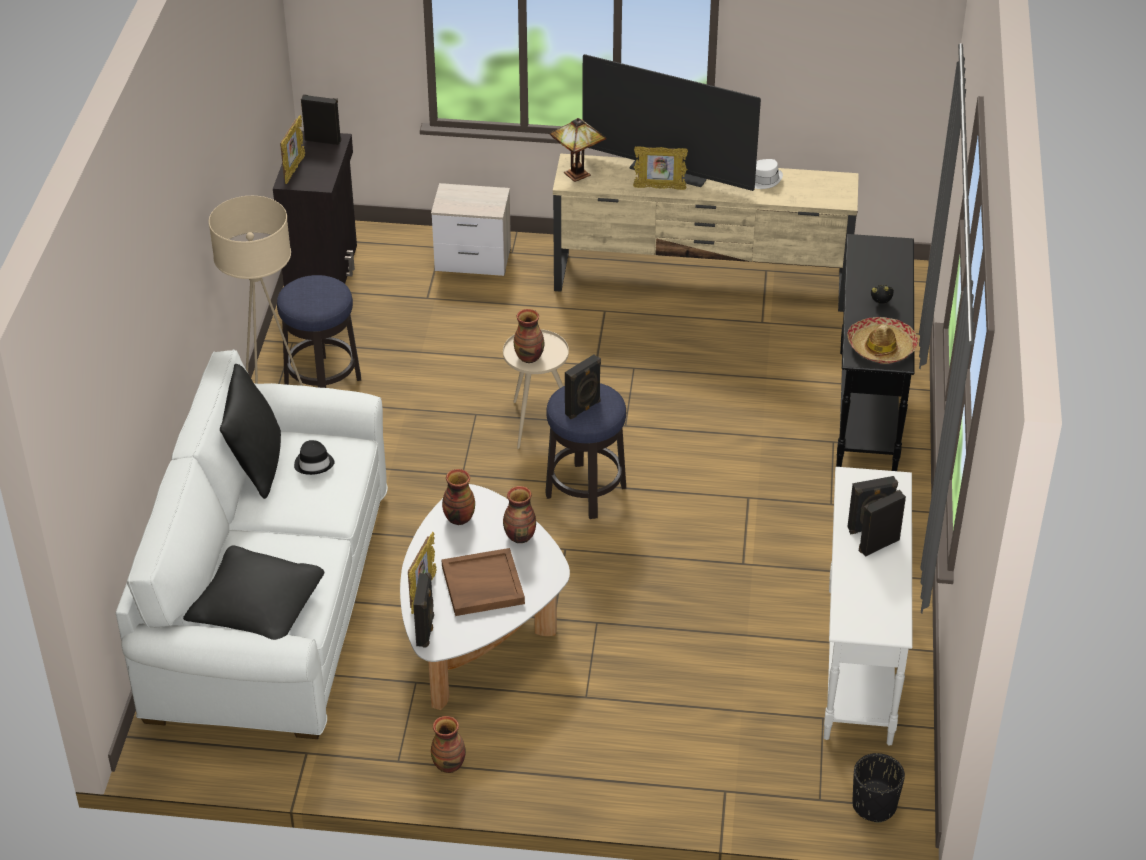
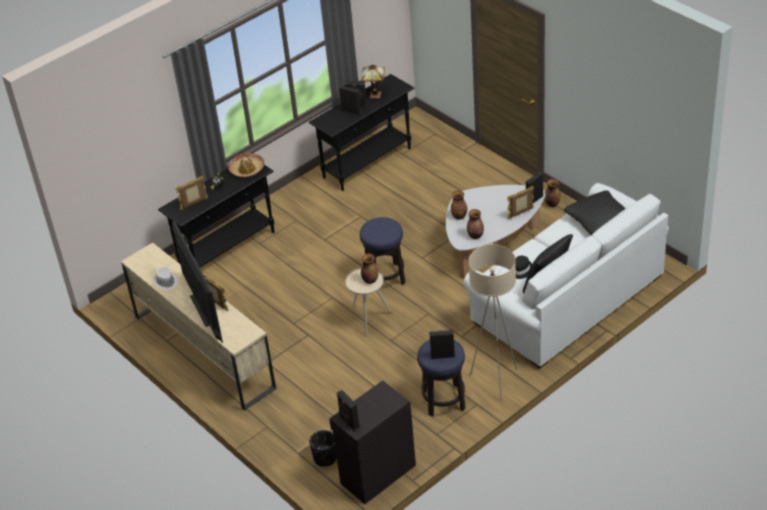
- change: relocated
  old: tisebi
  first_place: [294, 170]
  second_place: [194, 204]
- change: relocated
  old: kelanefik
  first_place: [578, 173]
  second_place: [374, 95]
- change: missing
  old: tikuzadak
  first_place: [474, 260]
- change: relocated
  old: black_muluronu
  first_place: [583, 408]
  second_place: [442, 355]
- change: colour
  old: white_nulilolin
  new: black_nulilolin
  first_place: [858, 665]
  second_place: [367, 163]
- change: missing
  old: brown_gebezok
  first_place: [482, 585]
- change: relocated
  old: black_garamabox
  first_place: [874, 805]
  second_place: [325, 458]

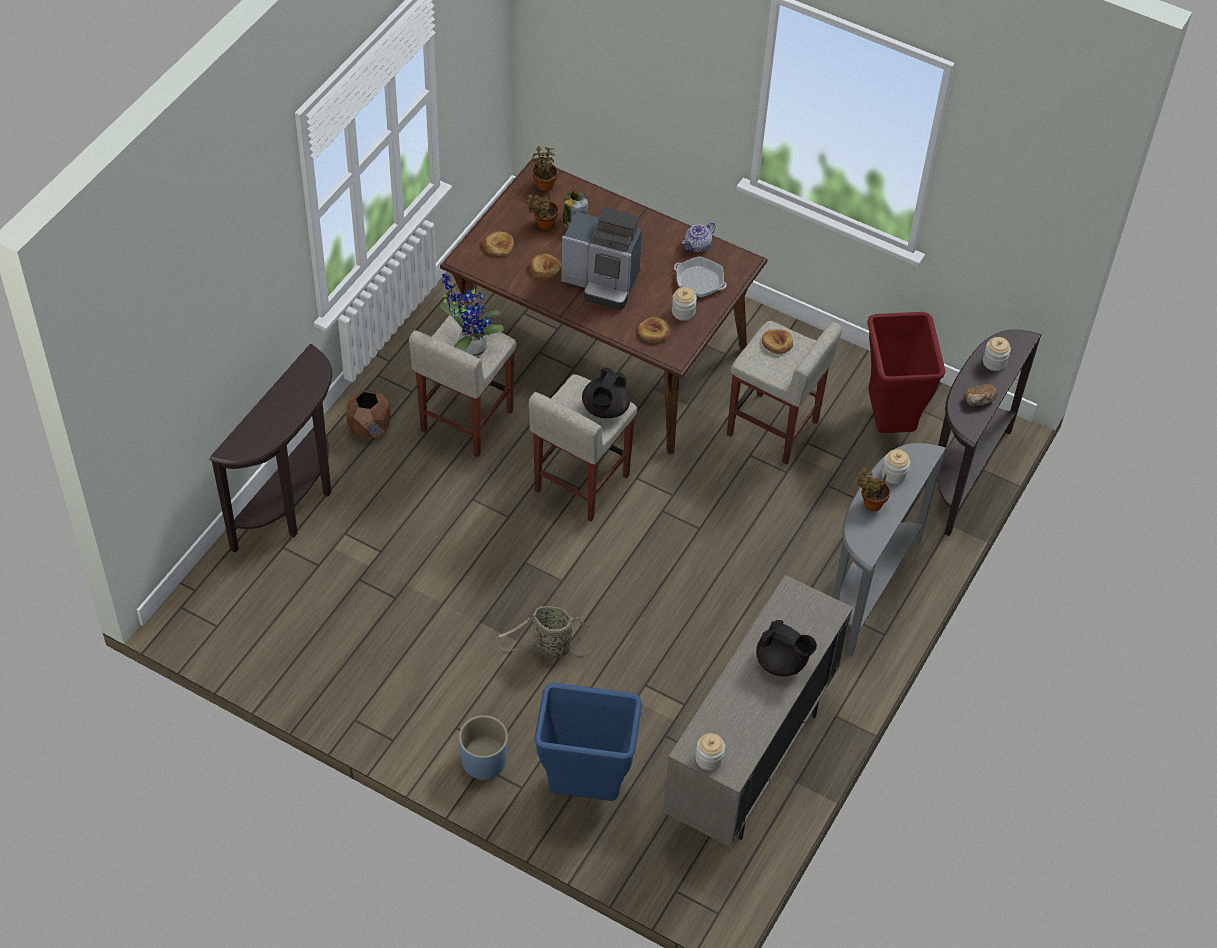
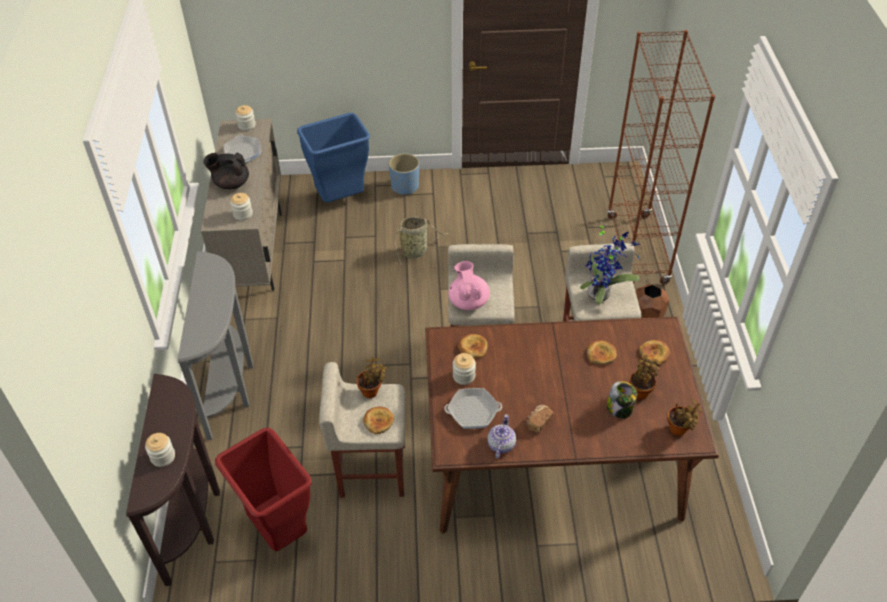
- change: missing
  old: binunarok
  first_place: [602, 282]
- change: exchanged
  old: brown_nulilolin
  new: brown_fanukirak
  first_place: [294, 504]
  second_place: [637, 250]
- change: colour
  old: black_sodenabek
  new: pink_sodenabek
  first_place: [605, 409]
  second_place: [468, 301]
- change: relocated
  old: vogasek
  first_place: [980, 400]
  second_place: [538, 422]
- change: relocated
  old: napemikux
  first_place: [894, 475]
  second_place: [243, 214]
- change: relocated
  old: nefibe
  first_place: [870, 504]
  second_place: [372, 391]
- change: appeared
  new: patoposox
  second_place: [243, 152]

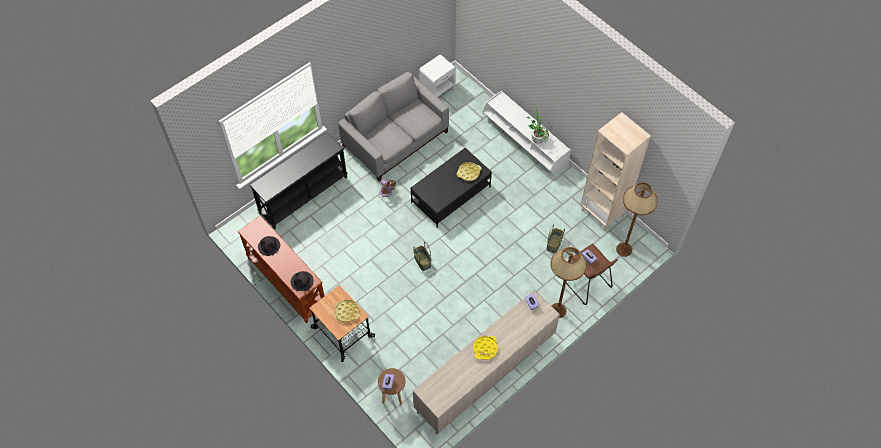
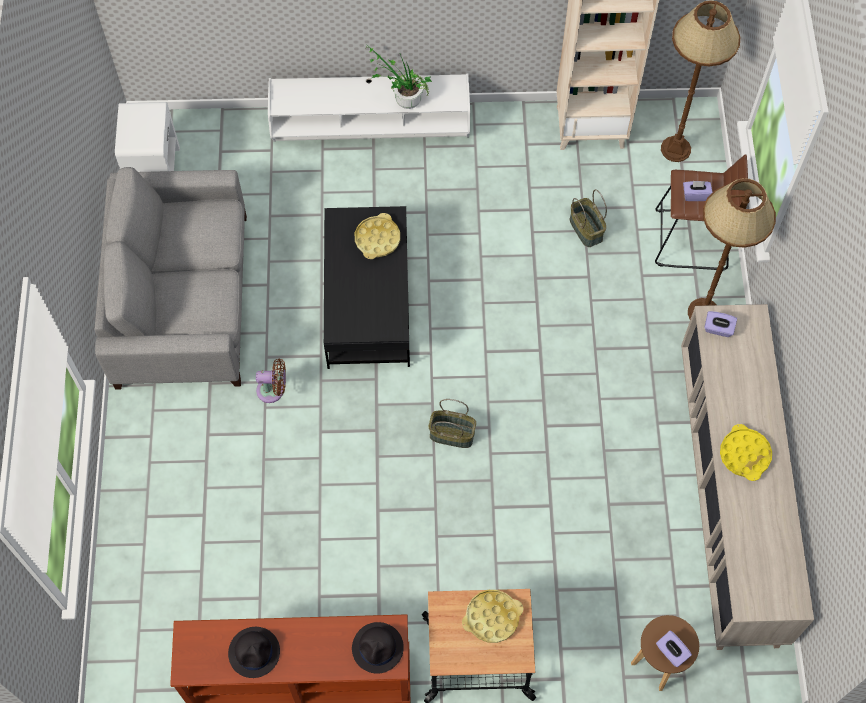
- change: missing
  old: black_nulilolin
  first_place: [303, 194]

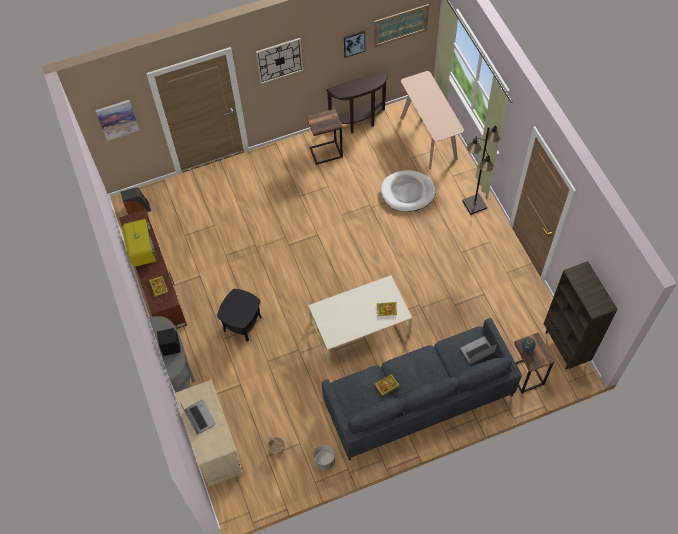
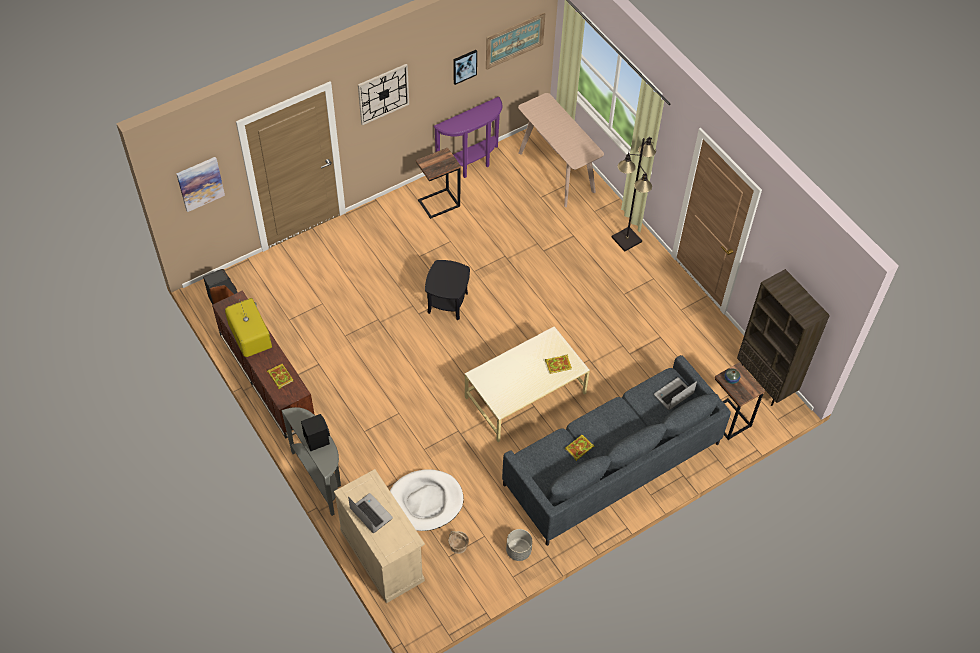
- change: colour
  old: brown_nulilolin
  new: purple_nulilolin
  first_place: [360, 123]
  second_place: [471, 165]
- change: relocated
  old: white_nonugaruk
  first_place: [407, 192]
  second_place: [426, 501]
- change: relocated
  old: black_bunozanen
  first_place: [242, 324]
  second_place: [447, 303]

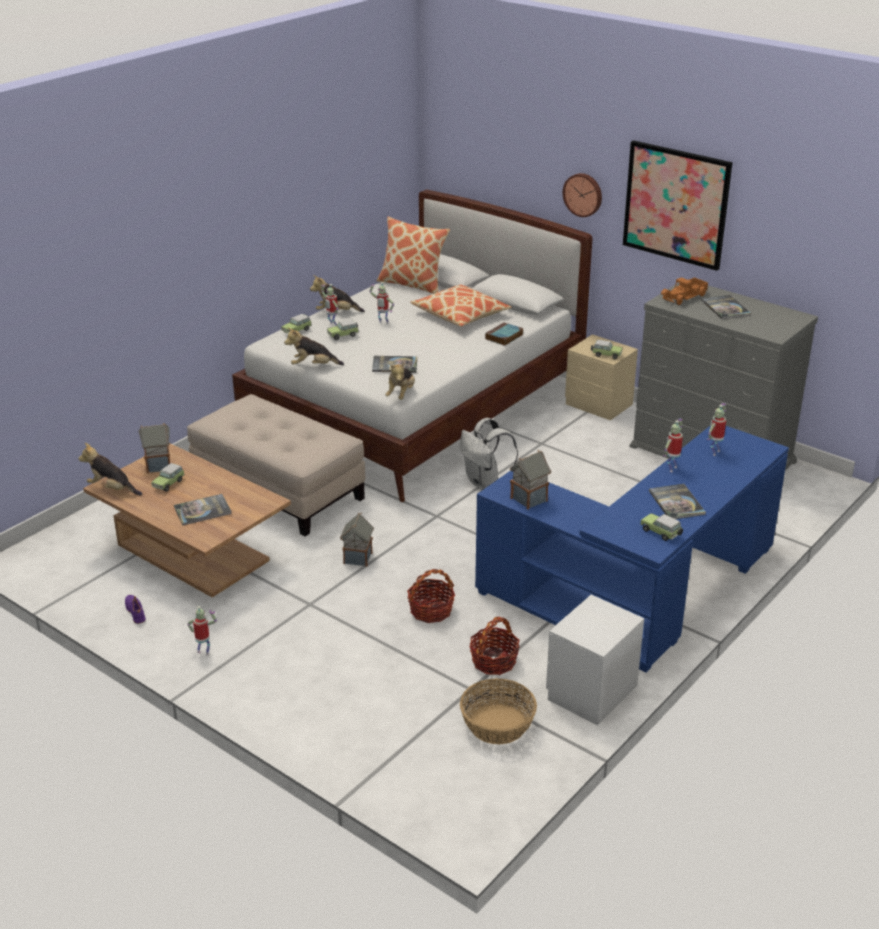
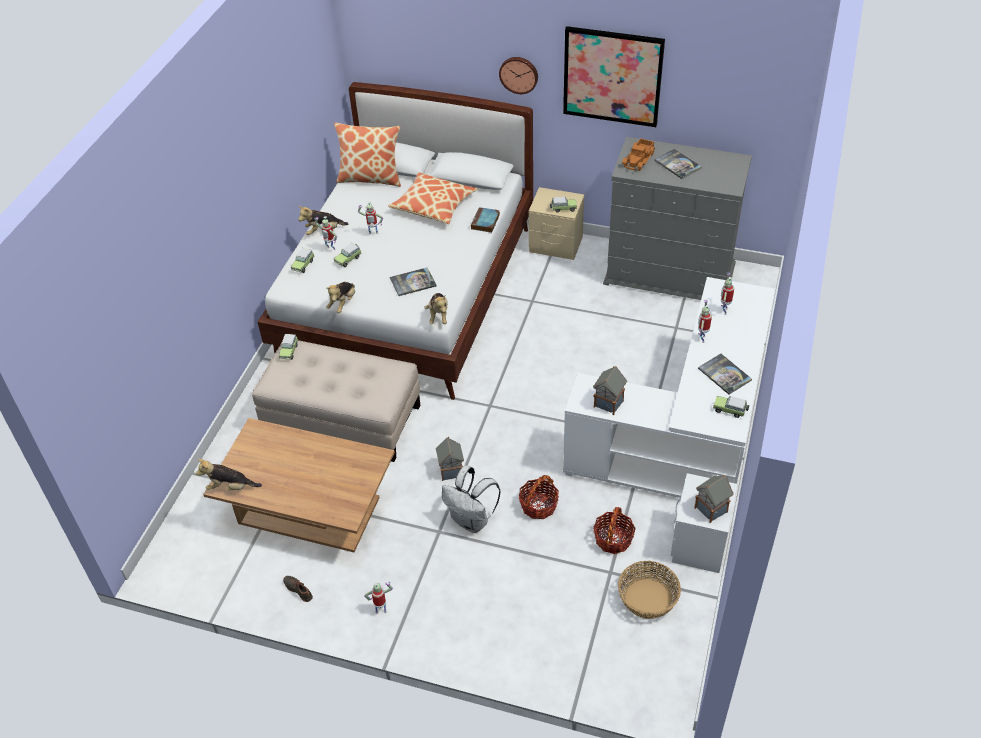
- change: spun
  old: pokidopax
  first_place: [313, 366]
  second_place: [343, 303]
  degrees: -45
- change: relocated
  old: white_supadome
  first_place: [485, 482]
  second_place: [472, 521]
- change: relocated
  old: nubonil
  first_place: [159, 465]
  second_place: [711, 509]
- change: colour
  old: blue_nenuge
  new: white_nenuge
  first_place: [640, 595]
  second_place: [687, 436]
- change: relocated
  old: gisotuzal
  first_place: [169, 483]
  second_place: [289, 351]
- change: missing
  old: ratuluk
  first_place: [202, 510]
- change: colour
  old: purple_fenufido
  new: black_fenufido
  first_place: [136, 612]
  second_place: [299, 589]

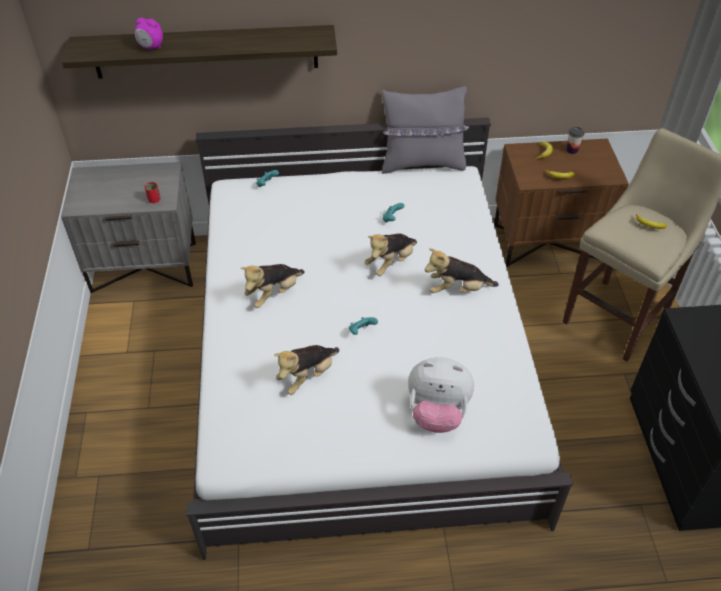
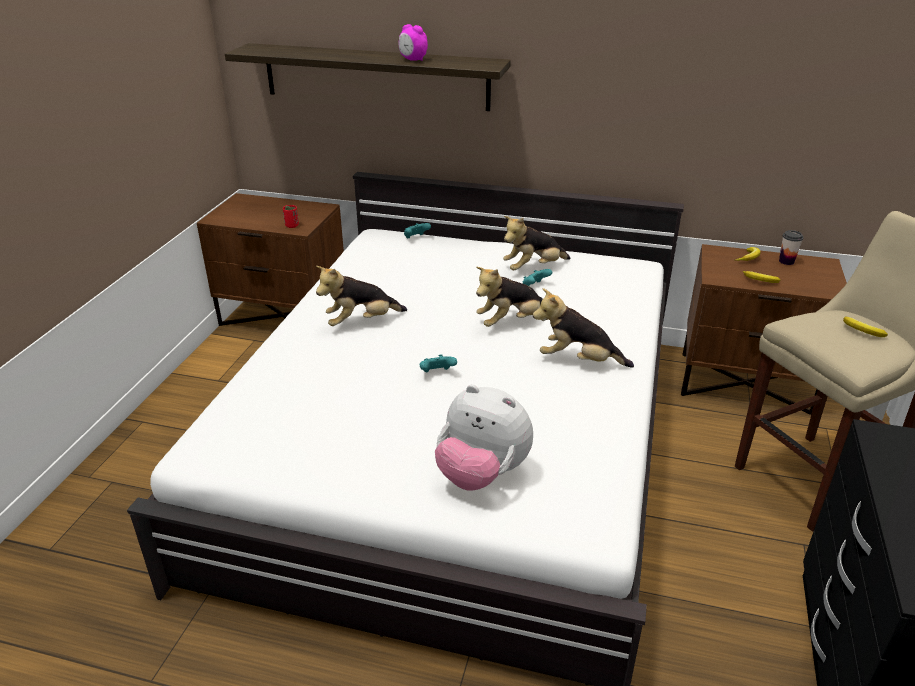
- change: relocated
  old: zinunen
  first_place: [151, 47]
  second_place: [413, 60]
- change: missing
  old: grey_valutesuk
  first_place: [422, 163]
- change: colour
  old: grey_tikuzadak
  new: brown_tikuzadak
  first_place: [144, 266]
  second_place: [284, 315]
- change: relocated
  old: pokidopax
  first_place: [307, 376]
  second_place: [533, 268]

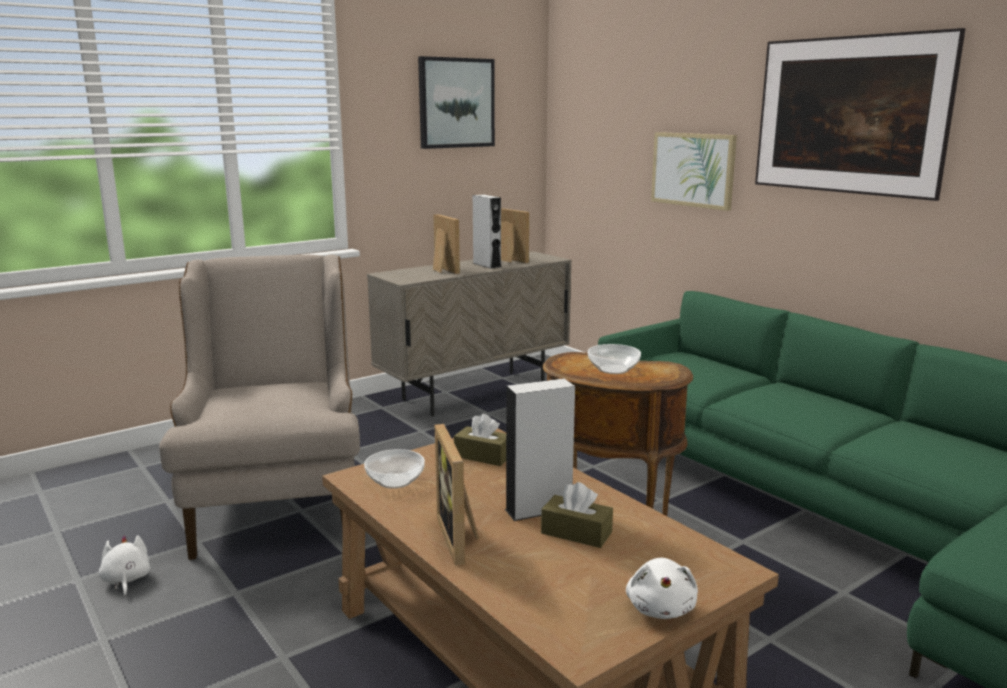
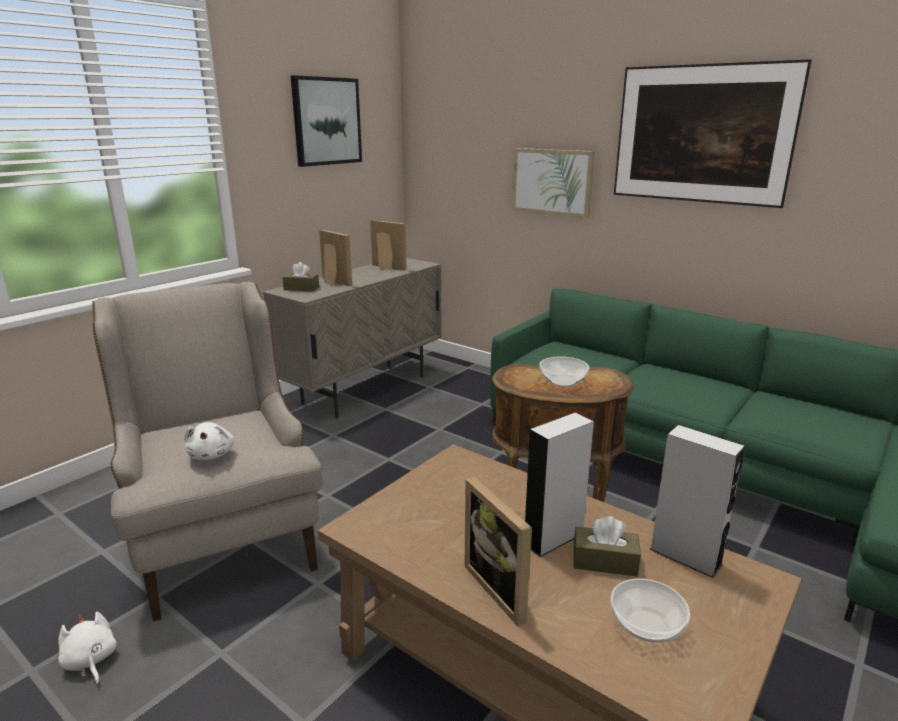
- change: relocated
  old: grey_muluronu
  first_place: [487, 265]
  second_place: [685, 556]
- change: relocated
  old: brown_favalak
  first_place: [483, 456]
  second_place: [301, 288]
- change: relocated
  old: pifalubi
  first_place: [394, 481]
  second_place: [645, 626]
- change: relocated
  old: white_pokidopax
  first_place: [661, 608]
  second_place: [212, 454]

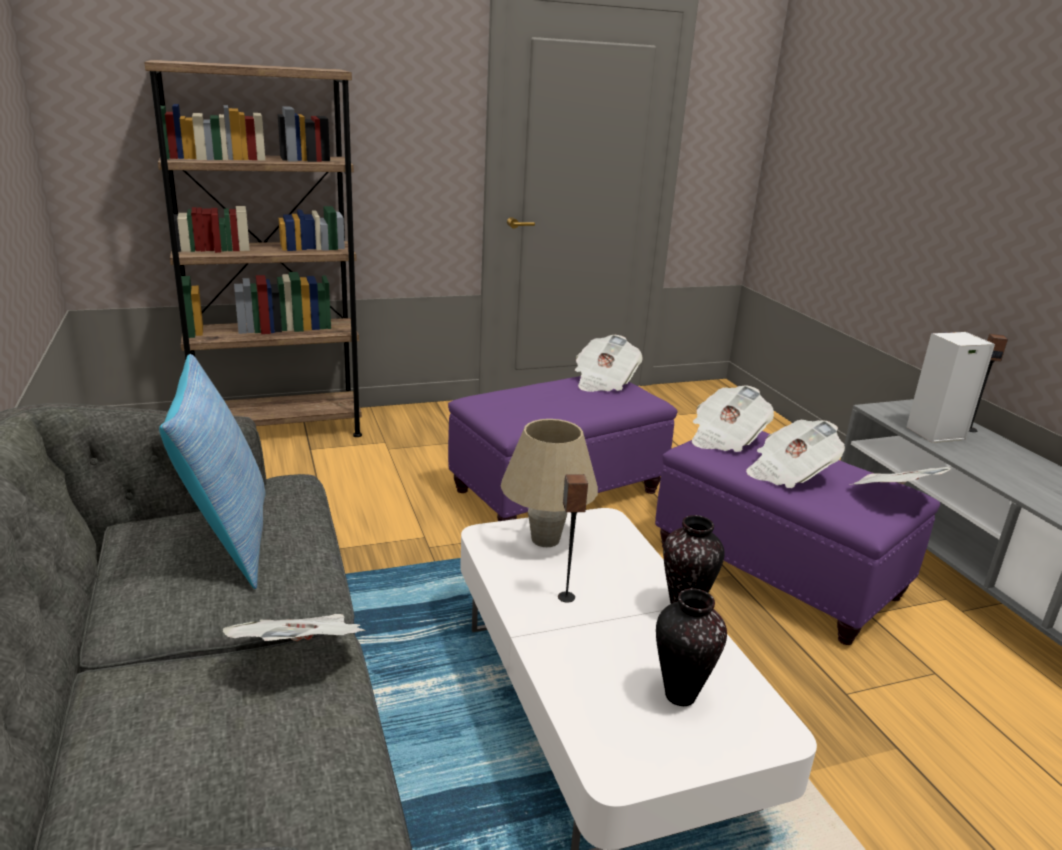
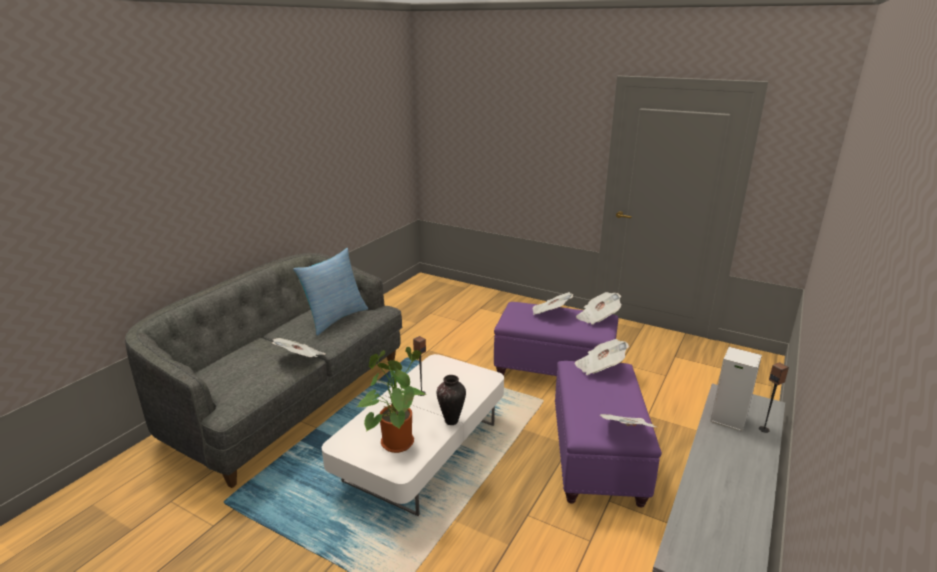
- change: missing
  old: brown_fanukirak
  first_place: [278, 429]
- change: missing
  old: beige_kelanefik
  first_place: [545, 539]
- change: relocated
  old: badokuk
  first_place: [789, 474]
  second_place: [550, 313]
- change: exchanged
  old: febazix
  new: nefibe
  first_place: [679, 694]
  second_place: [395, 441]

